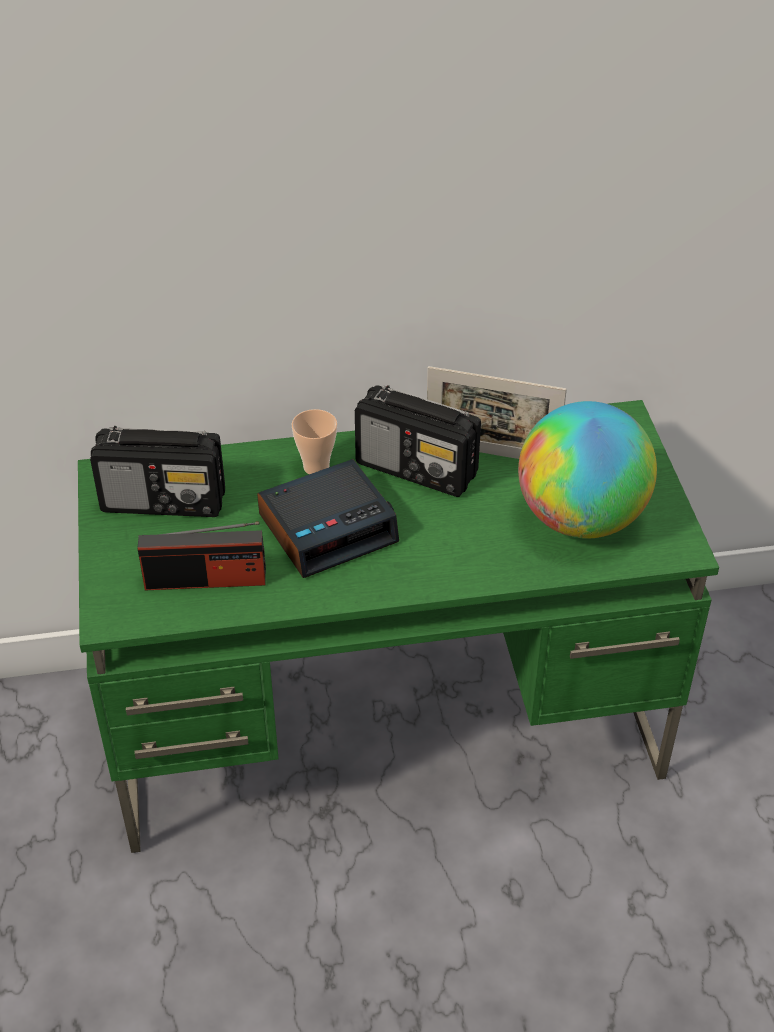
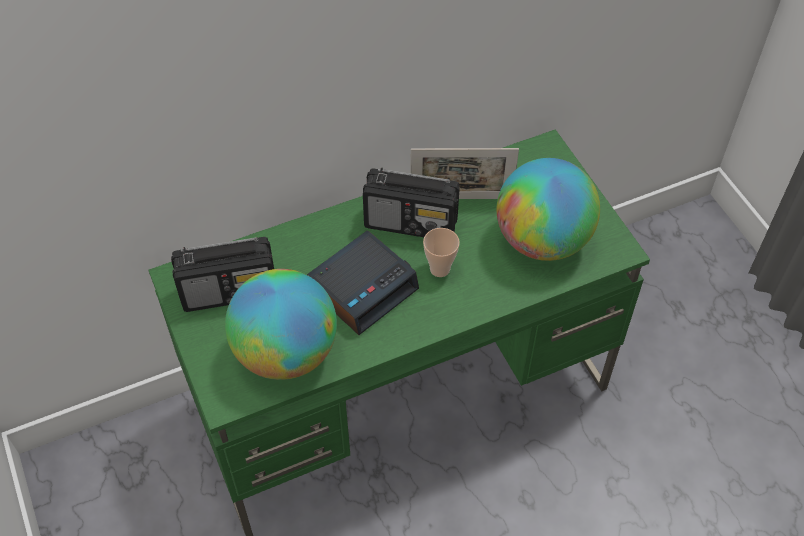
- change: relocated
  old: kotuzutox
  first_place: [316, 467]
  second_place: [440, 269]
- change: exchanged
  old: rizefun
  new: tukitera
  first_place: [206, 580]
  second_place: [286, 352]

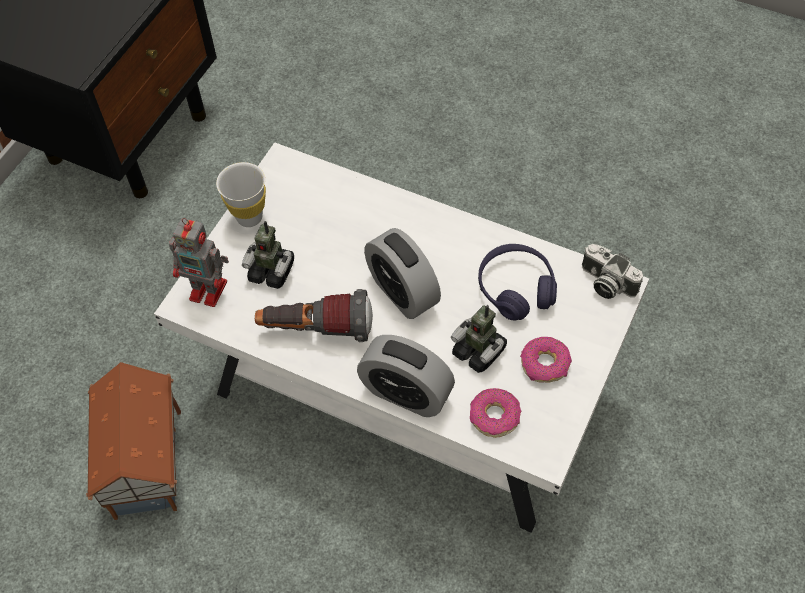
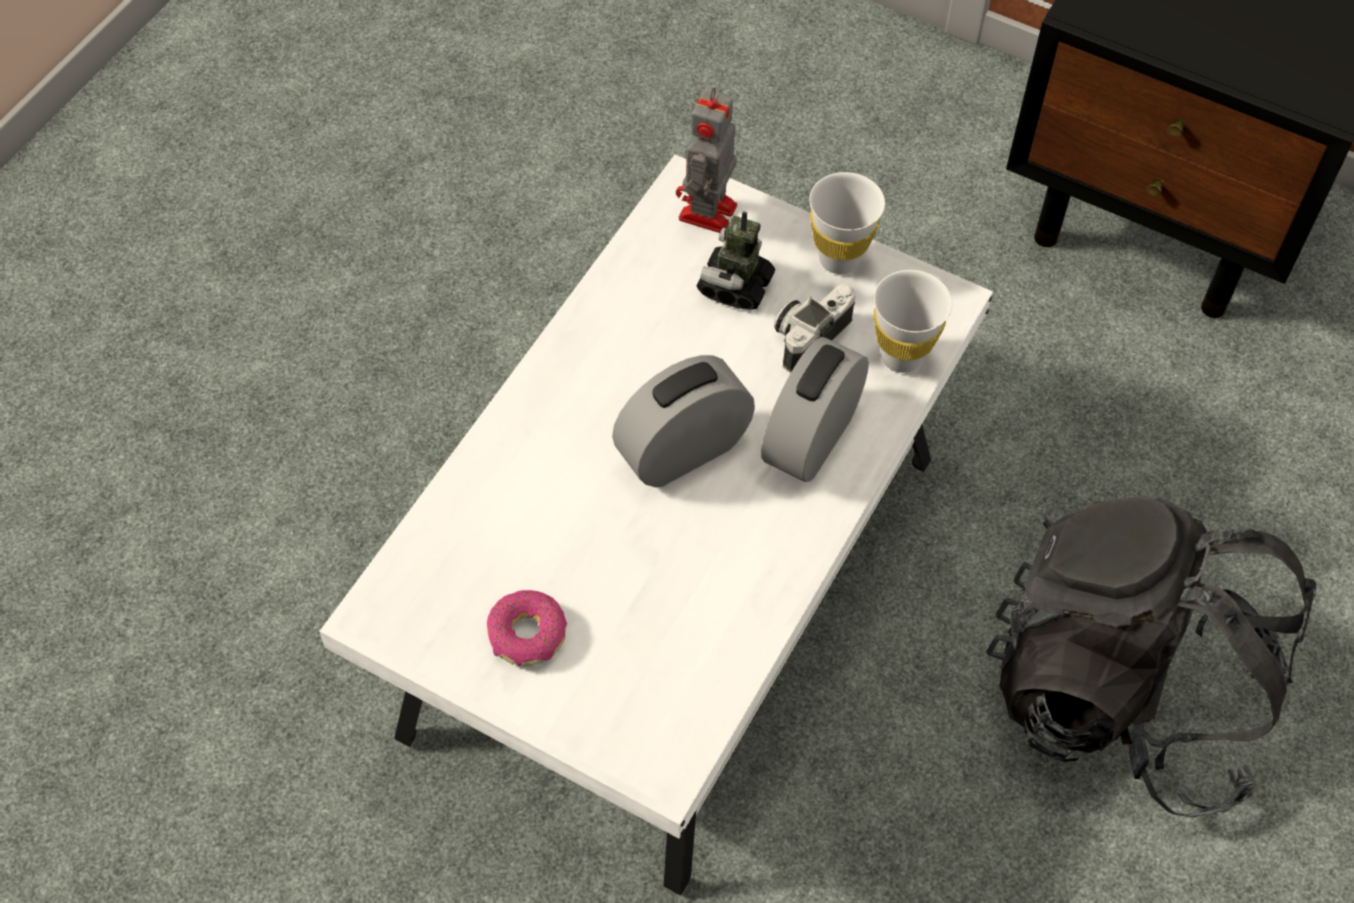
- change: missing
  old: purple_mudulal
  first_place: [516, 288]
- change: relocated
  old: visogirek
  first_place: [605, 283]
  second_place: [809, 335]
- change: missing
  old: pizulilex
  first_place: [316, 330]
- change: missing
  old: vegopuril
  first_place: [479, 351]
- change: relocated
  old: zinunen
  first_place: [406, 393]
  second_place: [811, 439]
- change: missing
  old: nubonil
  first_place: [149, 463]
- change: missing
  old: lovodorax
  first_place: [494, 416]
- change: appeared
  new: white_kotuzutox
  second_place: [901, 356]
- change: appeared
  new: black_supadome
  second_place: [1123, 695]

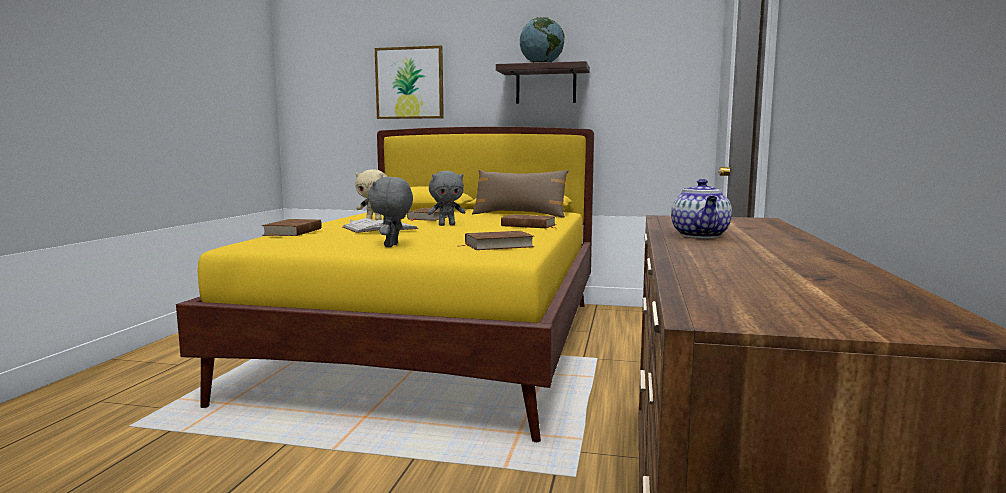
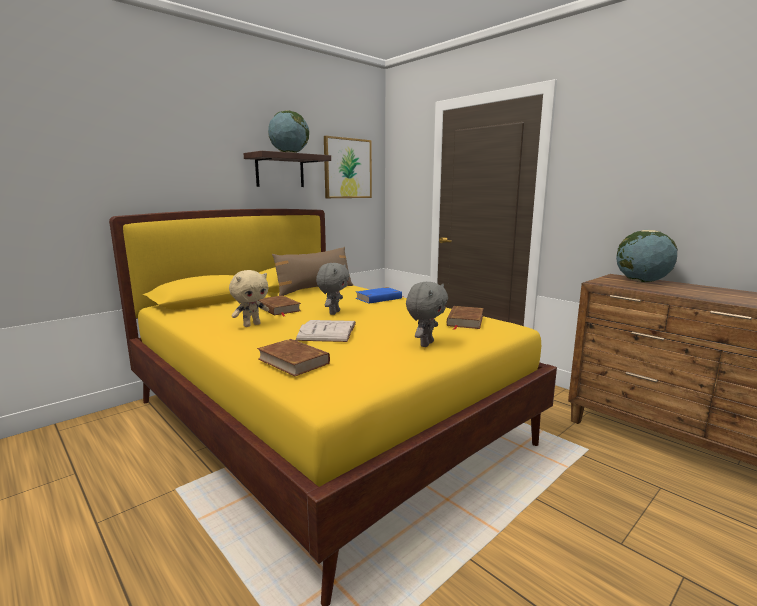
- change: relocated
  old: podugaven
  first_place: [409, 83]
  second_place: [347, 168]
- change: spun
  old: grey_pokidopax
  first_place: [392, 246]
  second_place: [425, 344]
  degrees: -105
- change: missing
  old: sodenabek
  first_place: [701, 235]
- change: colour
  old: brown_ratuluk
  new: blue_ratuluk
  first_place: [529, 225]
  second_place: [379, 298]
- change: appeared
  new: tukitera
  second_place: [641, 281]

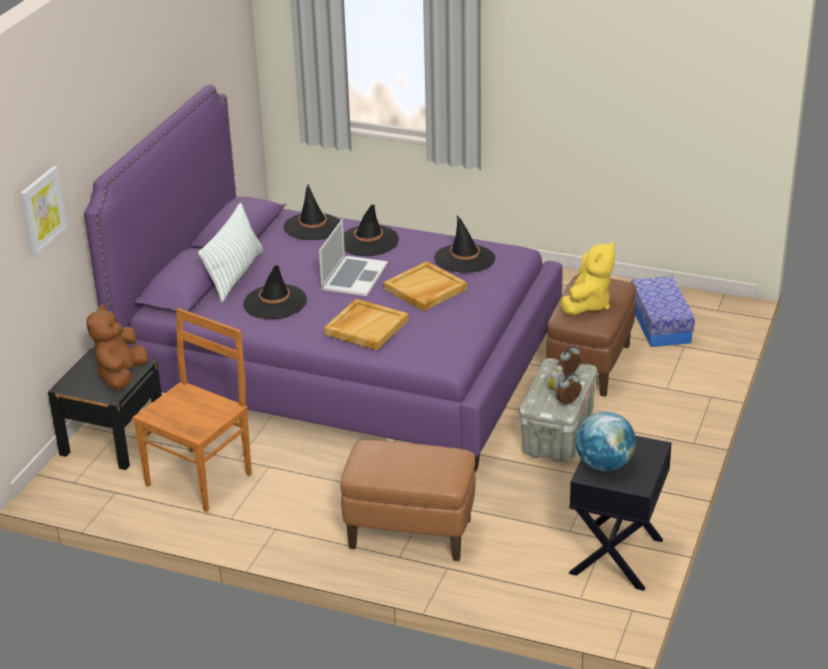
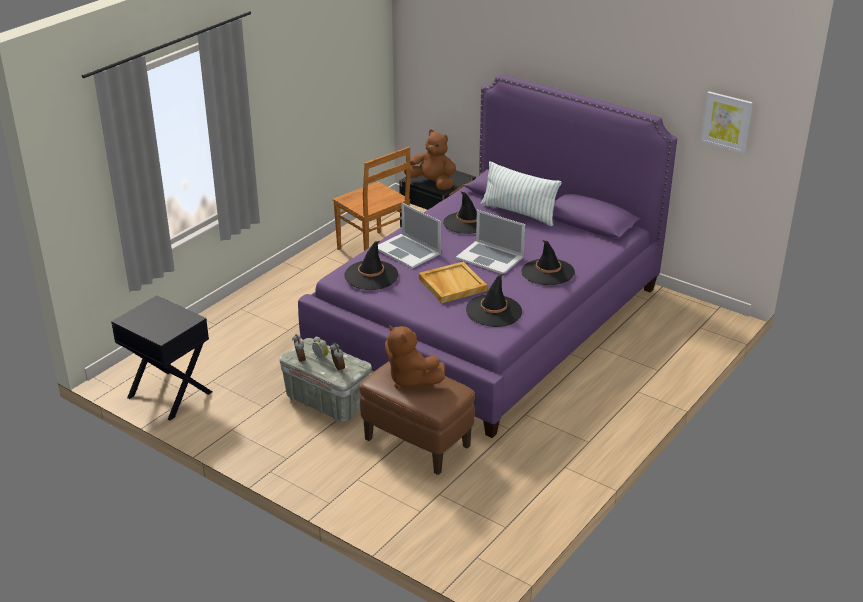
- change: relocated
  old: podugaven
  first_place: [42, 210]
  second_place: [726, 121]
- change: relocated
  old: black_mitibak
  first_place: [313, 227]
  second_place: [371, 276]
- change: colour
  old: yellow_pokidopax
  new: brown_pokidopax
  first_place: [587, 305]
  second_place: [410, 379]
- change: missing
  old: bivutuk
  first_place: [660, 324]
- change: exchanged
  old: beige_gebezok
  new: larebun
  first_place: [366, 327]
  second_place: [407, 251]
- change: missing
  old: tukitera
  first_place: [604, 465]
- change: missing
  old: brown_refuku
  first_place: [409, 534]

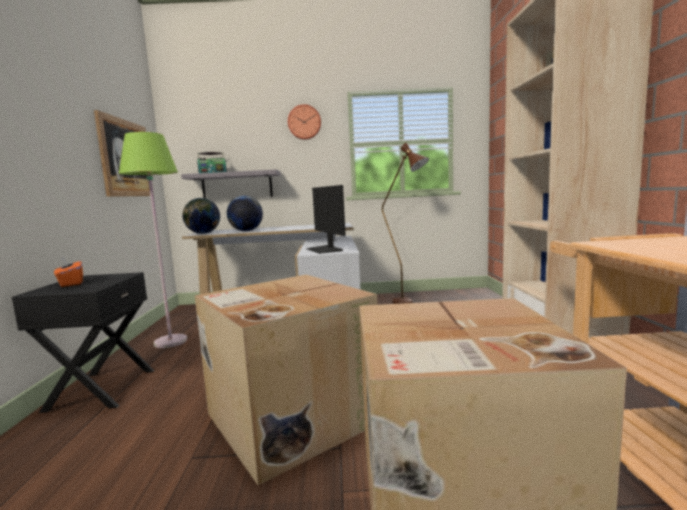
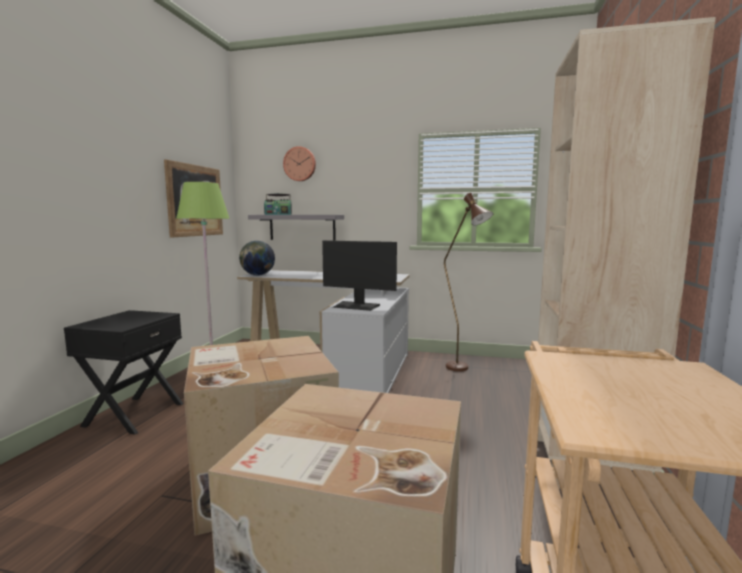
- change: relocated
  old: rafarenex
  first_place: [304, 122]
  second_place: [300, 164]
- change: spun
  old: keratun
  first_place: [325, 249]
  second_place: [356, 306]
  degrees: -60
- change: missing
  old: tukitera
  first_place: [246, 231]
- change: missing
  old: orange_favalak
  first_place: [71, 283]

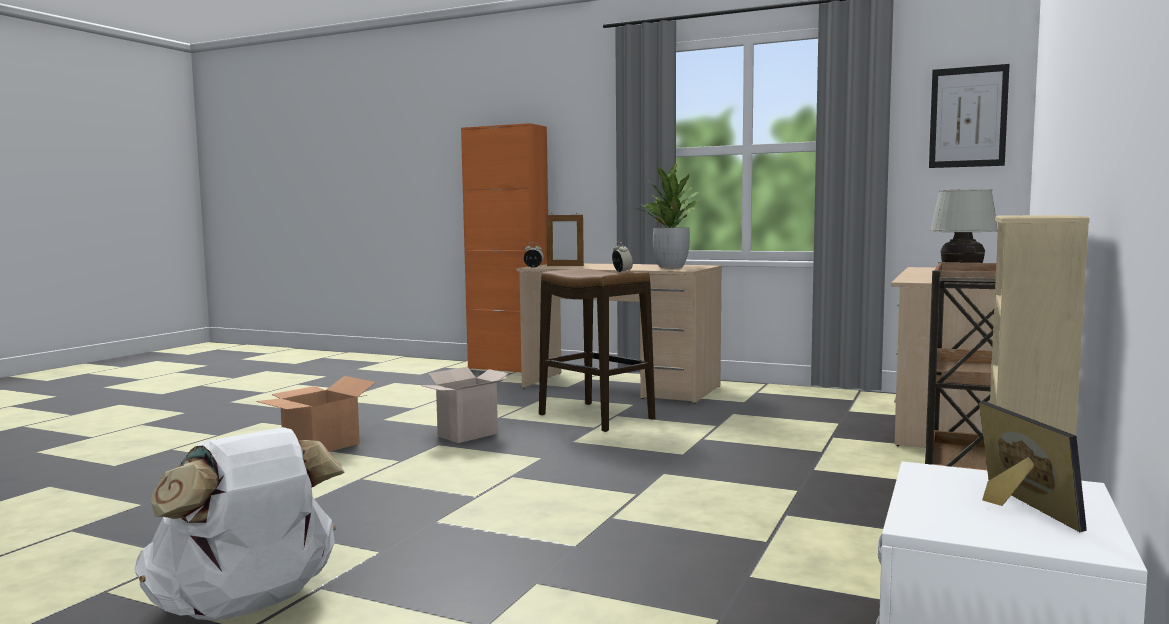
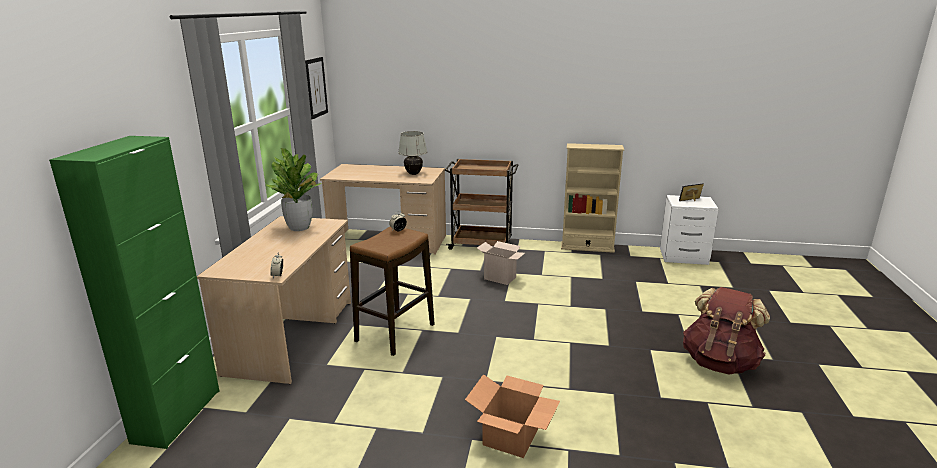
- change: colour
  old: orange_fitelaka
  new: green_fitelaka
  first_place: [509, 368]
  second_place: [177, 416]
- change: missing
  old: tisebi
  first_place: [565, 265]
- change: relocated
  old: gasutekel
  first_place: [467, 435]
  second_place: [501, 278]
- change: colour
  old: white_supadome
  new: brown_supadome
  first_place: [247, 607]
  second_place: [720, 363]

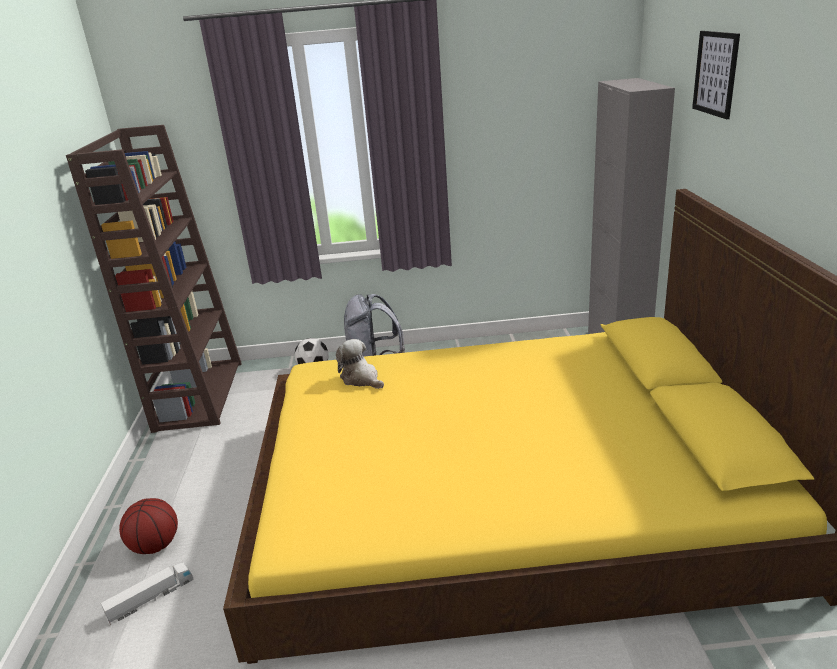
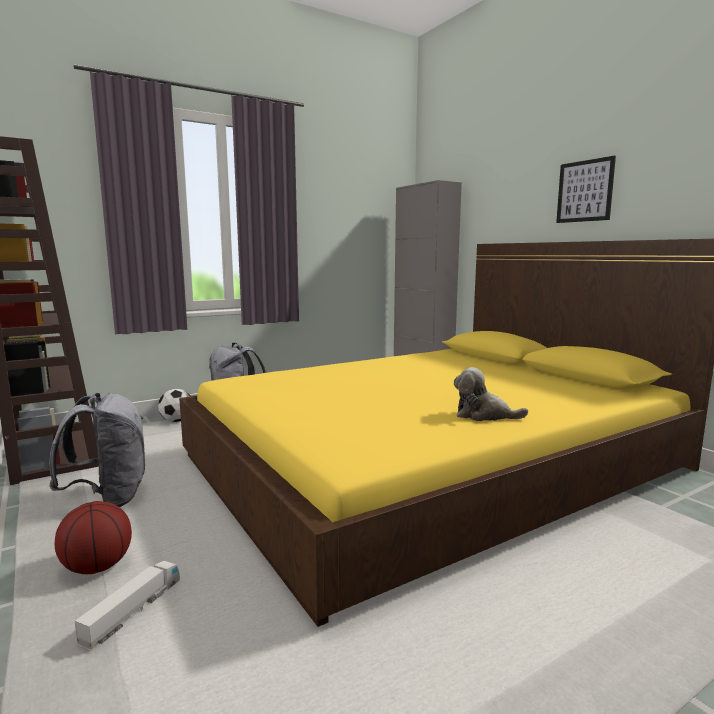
- change: relocated
  old: podugaven
  first_place: [715, 73]
  second_place: [585, 191]
- change: relocated
  old: pokidopax
  first_place: [361, 379]
  second_place: [483, 415]
- change: appeared
  new: grey_supadome
  second_place: [109, 498]

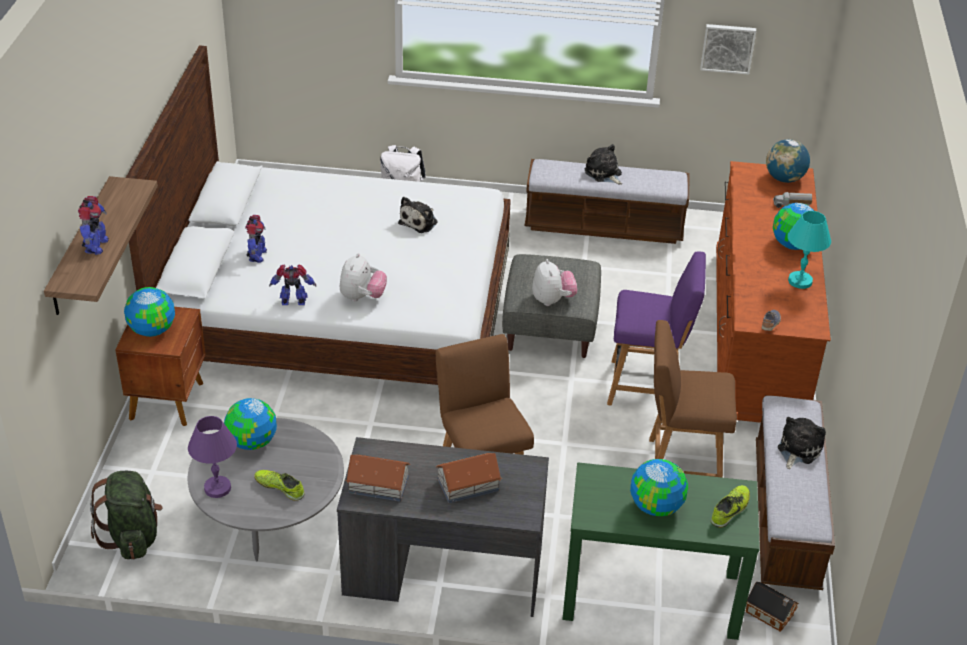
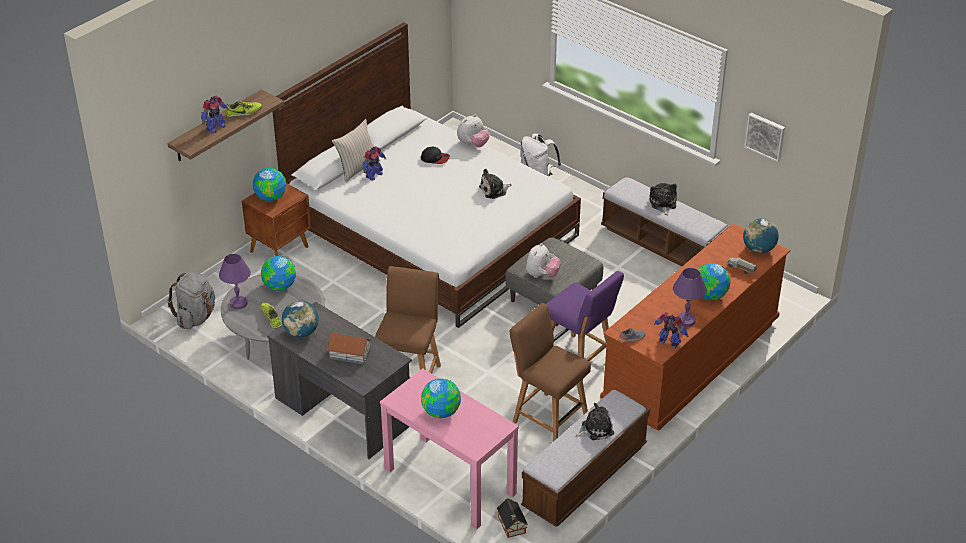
- change: colour
  old: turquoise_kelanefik
  new: purple_kelanefik
  first_place: [800, 281]
  second_place: [686, 320]
- change: relocated
  old: pokidopax
  first_place: [362, 297]
  second_place: [473, 144]
- change: relocated
  old: vegopuril
  first_place: [294, 302]
  second_place: [669, 343]
- change: exchanged
  old: nubonil
  new: tukitera
  first_place: [379, 485]
  second_place: [301, 332]
- change: colour
  old: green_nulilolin
  new: pink_nulilolin
  first_place: [650, 596]
  second_place: [449, 481]
- change: colour
  old: green_supadome
  new: grey_supadome
  first_place: [133, 536]
  second_place: [196, 317]
- change: relocated
  old: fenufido
  first_place: [730, 510]
  second_place: [244, 113]
- change: appeared
  new: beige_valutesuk
  second_place: [357, 168]
- change: appeared
  new: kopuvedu
  second_place: [435, 158]

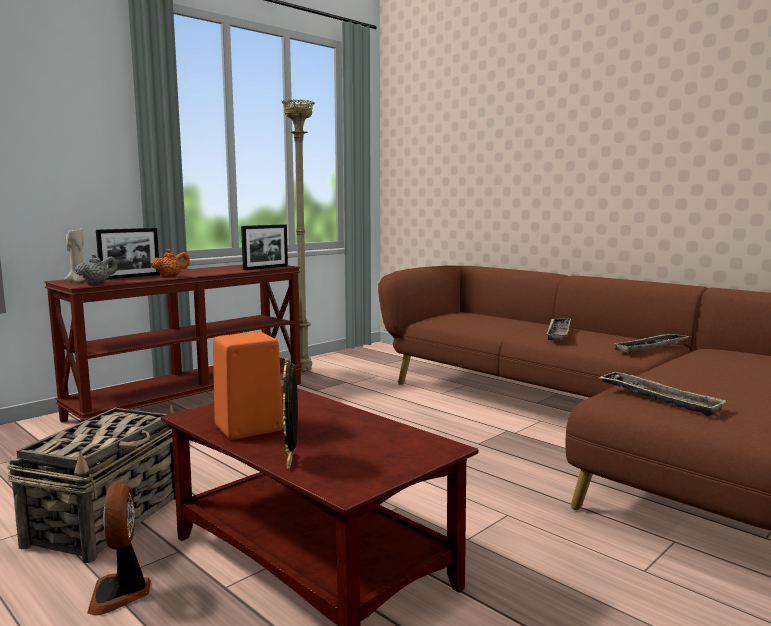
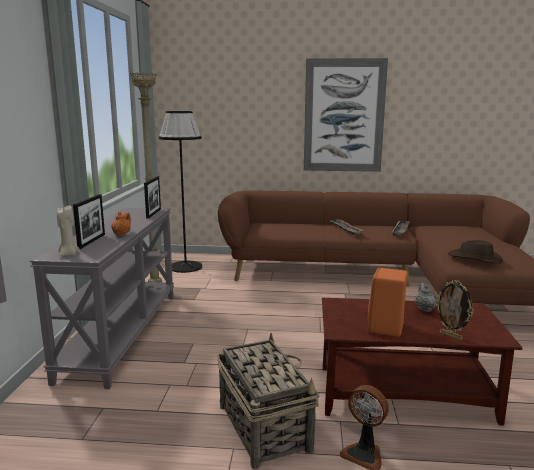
- change: relocated
  old: grey_sodenabek
  first_place: [97, 283]
  second_place: [424, 309]
- change: colour
  old: brown_nulilolin
  new: grey_nulilolin
  first_place: [191, 400]
  second_place: [121, 333]
- change: exchanged
  old: gebezok
  new: brown_mitibak
  first_place: [658, 398]
  second_place: [475, 258]
- change: appeared
  new: podugaven
  second_place: [344, 116]
- change: appeared
  new: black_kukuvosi
  second_place: [185, 267]

